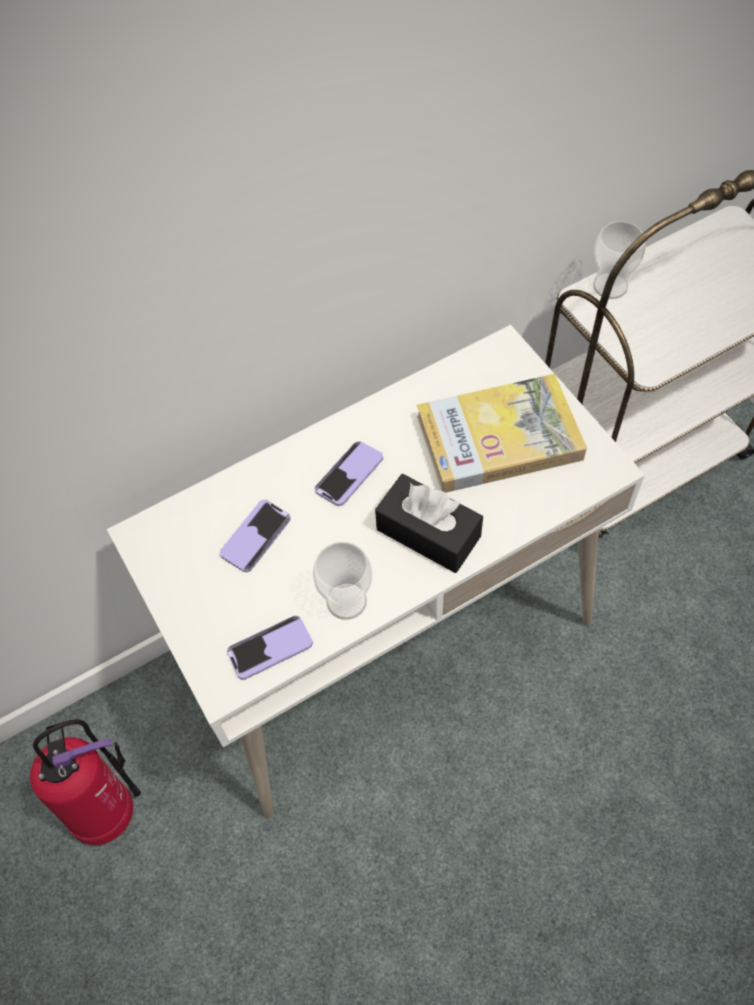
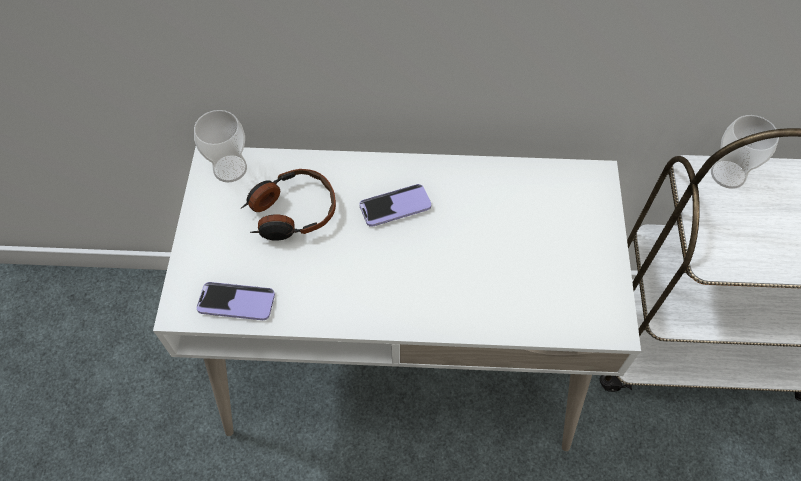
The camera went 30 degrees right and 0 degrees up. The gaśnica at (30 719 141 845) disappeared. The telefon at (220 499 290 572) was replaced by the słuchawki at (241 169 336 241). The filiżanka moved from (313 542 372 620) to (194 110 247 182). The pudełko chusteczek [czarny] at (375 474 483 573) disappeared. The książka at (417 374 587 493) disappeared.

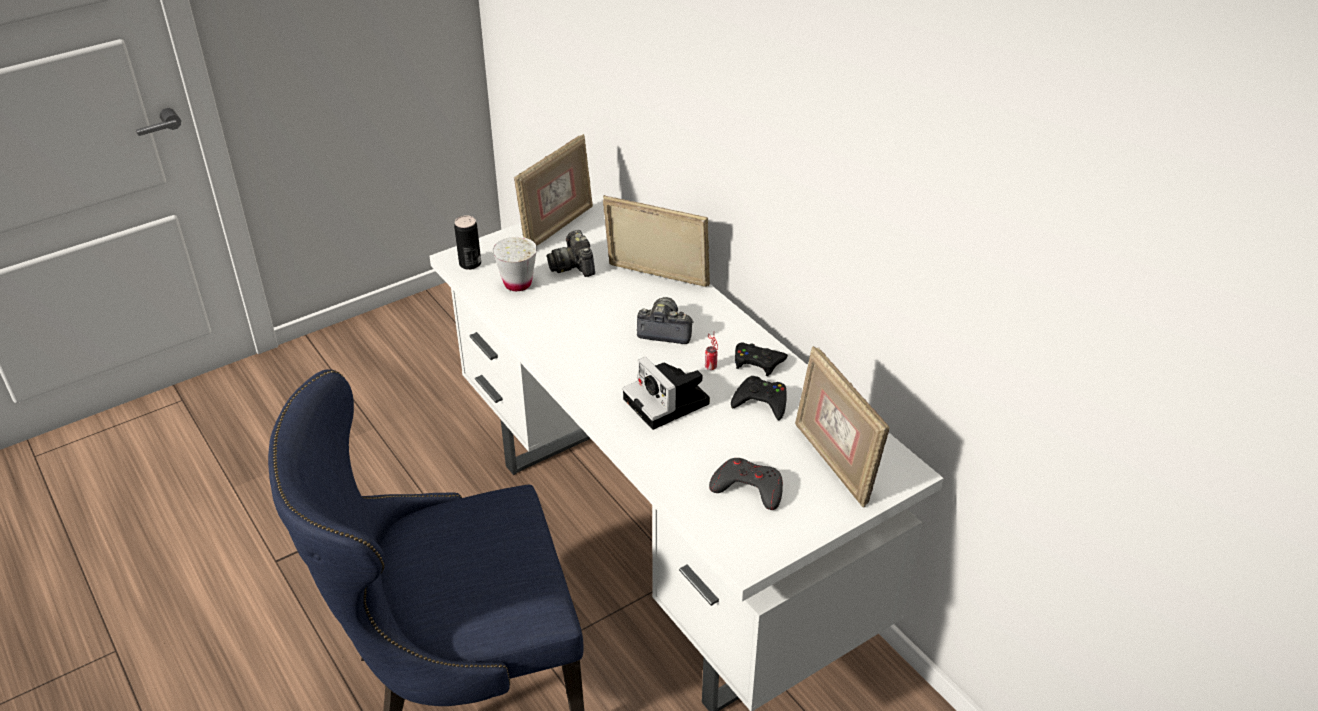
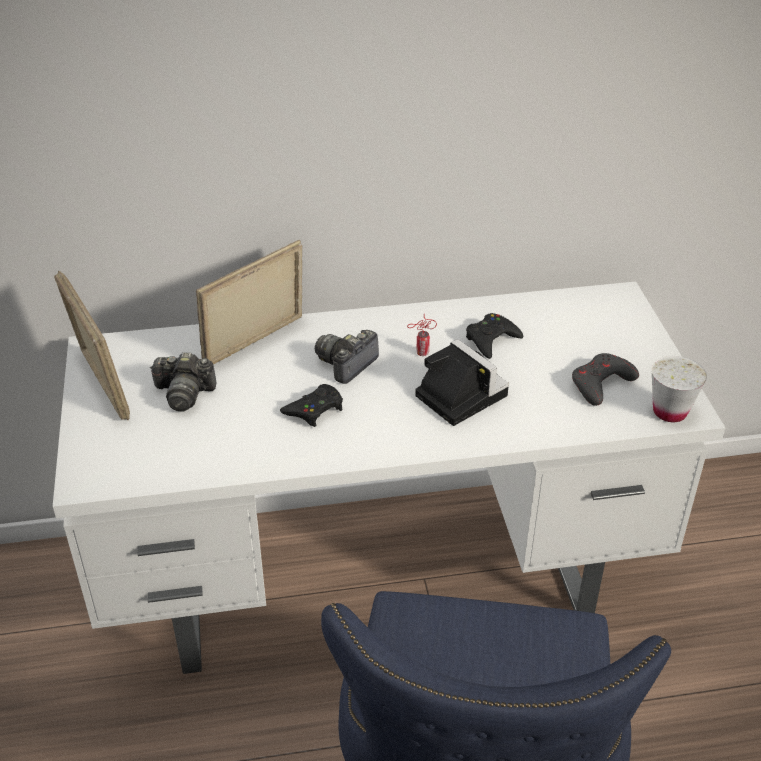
The camera went 65 degrees left and 0 degrees up. The puszka at (454 215 481 270) disappeared. The filiżanka [biały] moved from (493 237 537 291) to (651 356 707 422). The aparat fotograficzny at (623 357 710 430) turned 120 degrees counterclockwise. The pad do gier [czarny] moved from (735 343 788 376) to (280 384 343 427). The ramka na zdjęcie at (795 346 890 507) disappeared.

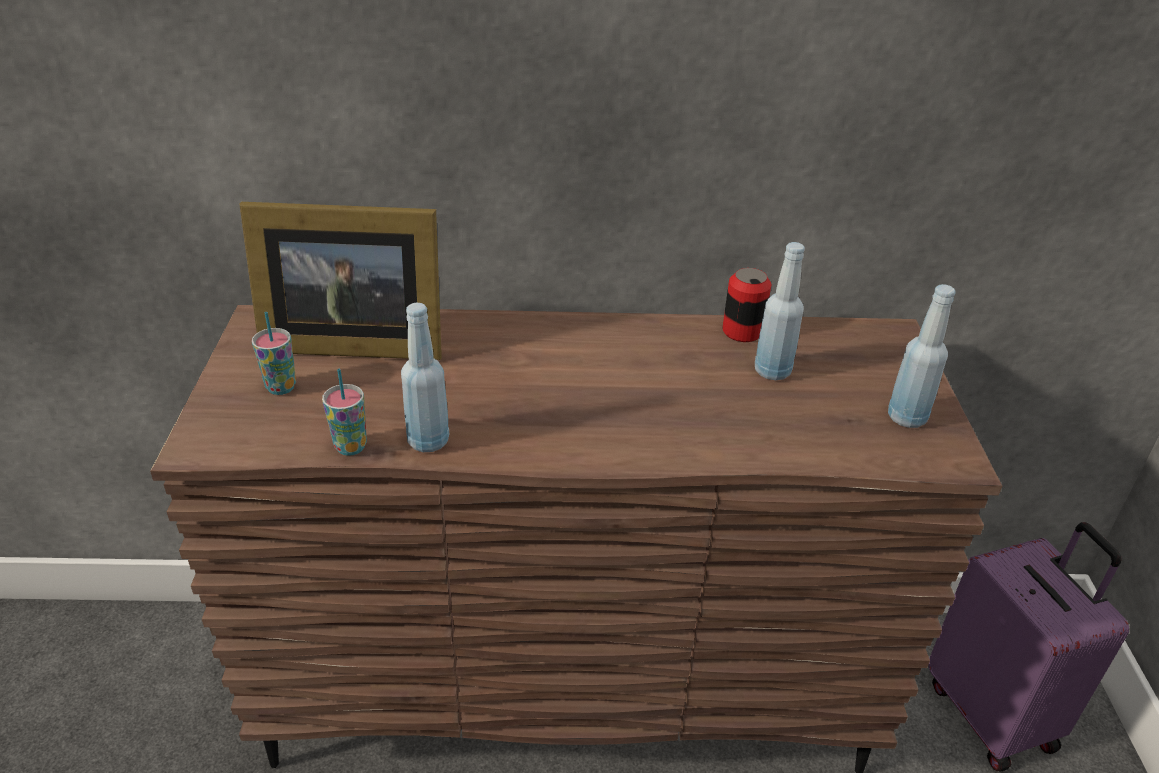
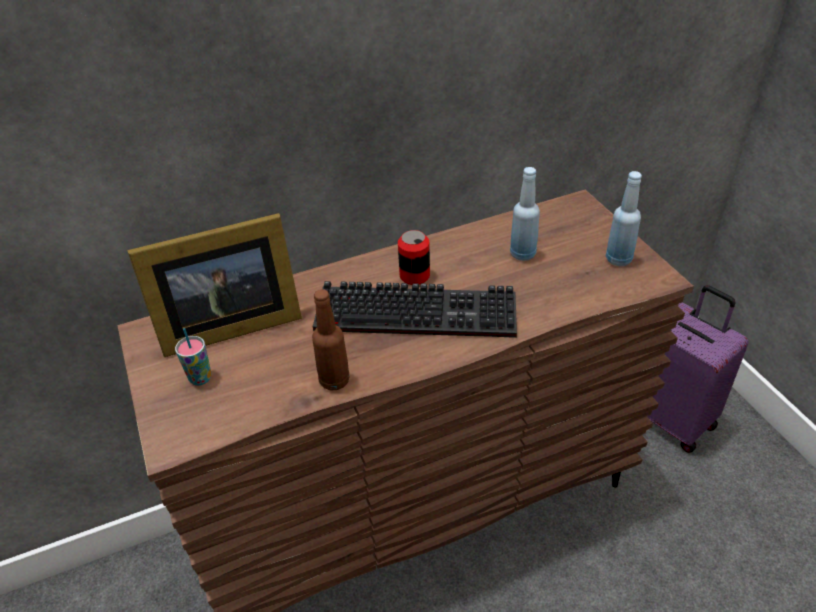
The camera went 20 degrees left and 5 degrees up. The filiżanka at (322 368 367 456) disappeared. The butelka [niebieski] at (401 303 449 452) became the butelka [brązowy] at (312 289 350 390). The puszka moved from (722 268 771 342) to (398 230 430 285). The klawiatura at (313 281 517 338) appeared.

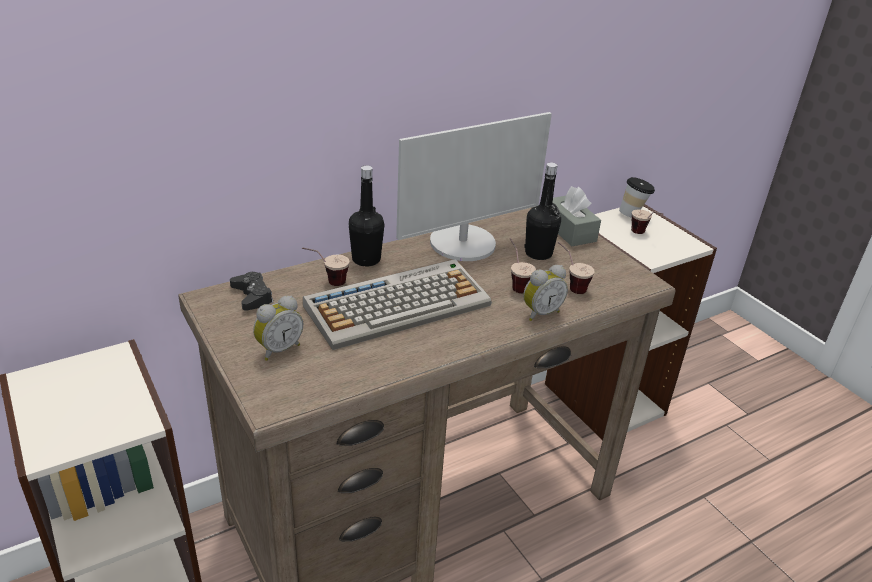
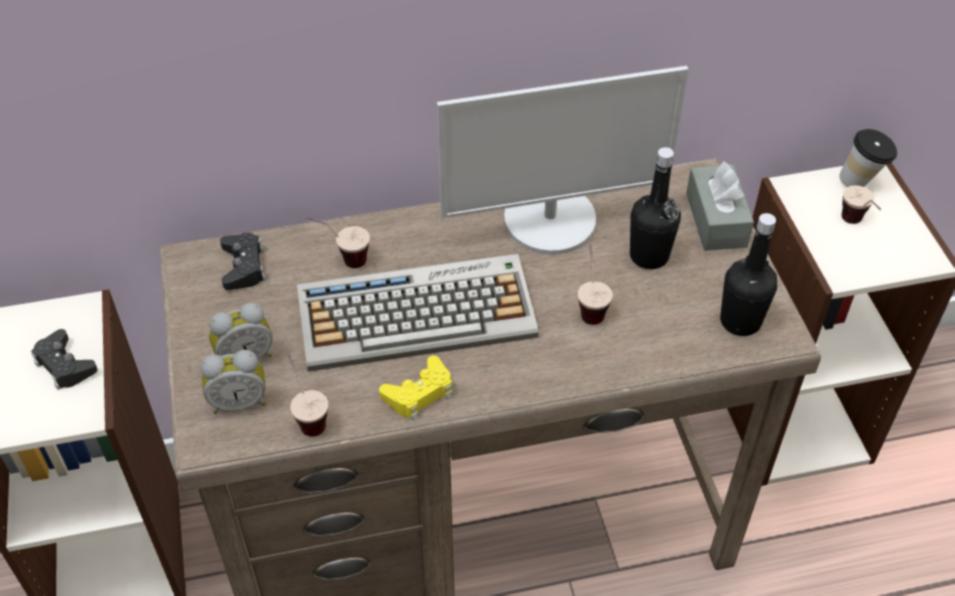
The camera went 20 degrees right and 15 degrees up. The butelka [czarny] moved from (349 165 385 267) to (720 213 777 336). The budzik moved from (523 265 568 321) to (200 350 266 414). The filiżanka moved from (558 242 595 294) to (288 354 328 437). The pad do gier [czarny] at (31 329 98 390) appeared. The pad do gier [żółty] at (379 355 452 420) appeared.

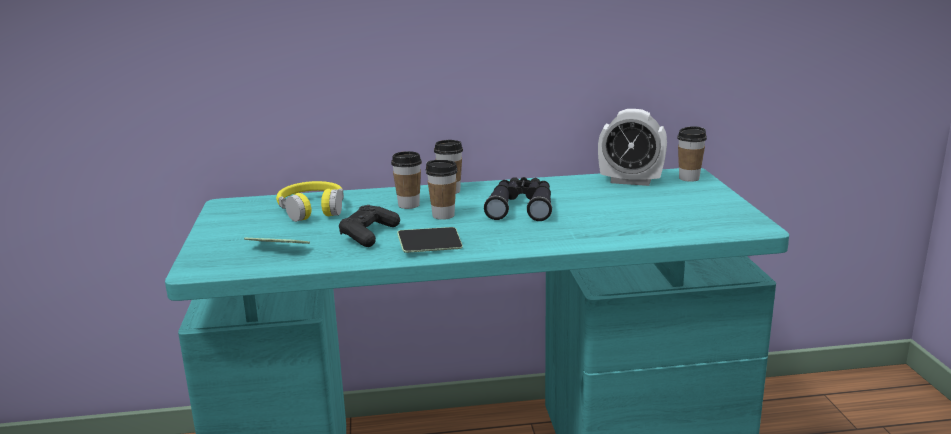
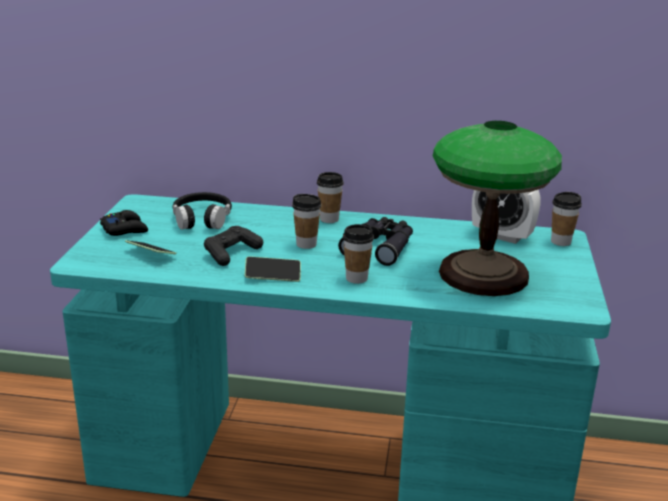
The camera went 15 degrees right and 5 degrees up. The słuchawki [żółty] at (276 181 344 222) became the słuchawki [czarny] at (173 192 232 230). The filiżanka moved from (391 151 422 209) to (343 224 374 284). The pad do gier [czarny] at (100 210 148 236) appeared. The lampa stołowa at (433 121 562 296) appeared.

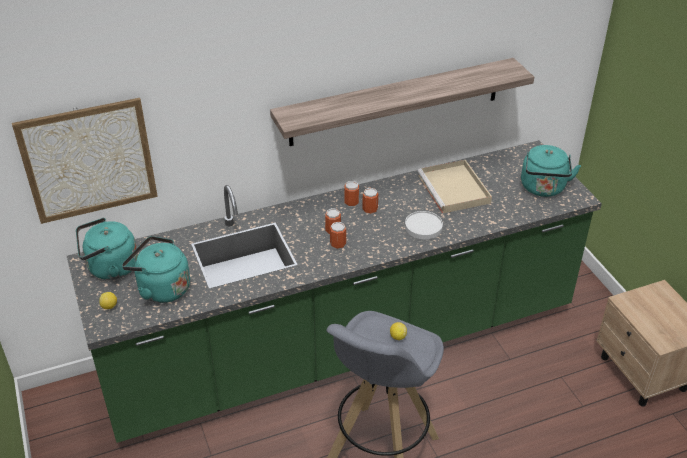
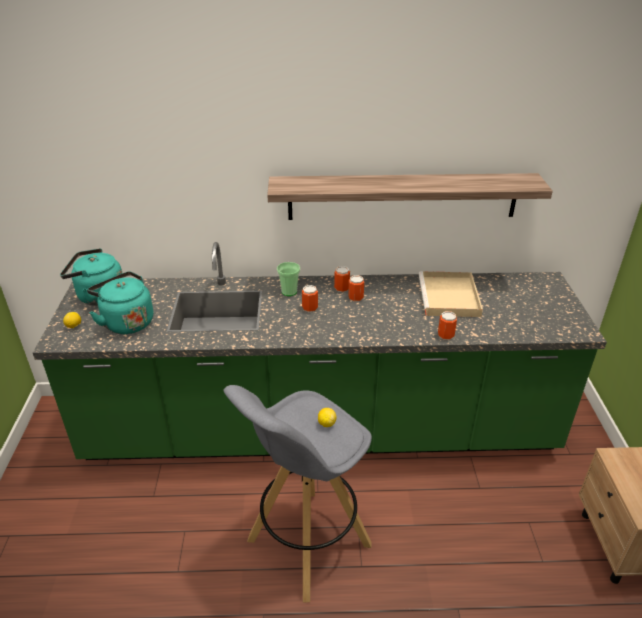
The camera went 20 degrees right and 5 degrees down. The obraz at (12 98 158 224) disappeared. The puszka moved from (330 222 346 249) to (438 311 457 340). The talerz [biały] at (405 211 443 239) disappeared. The czajnik [turkusowy] at (521 145 581 197) disappeared. The filiżanka at (277 262 300 296) appeared.

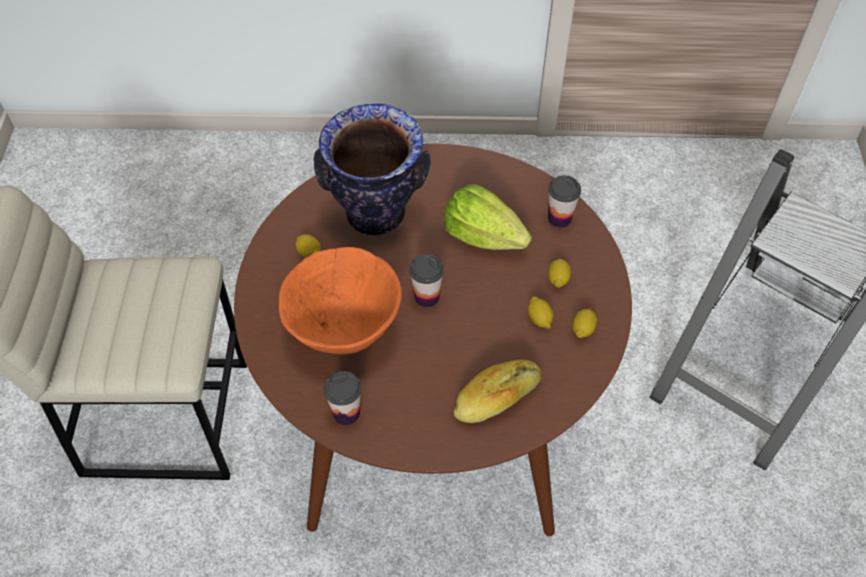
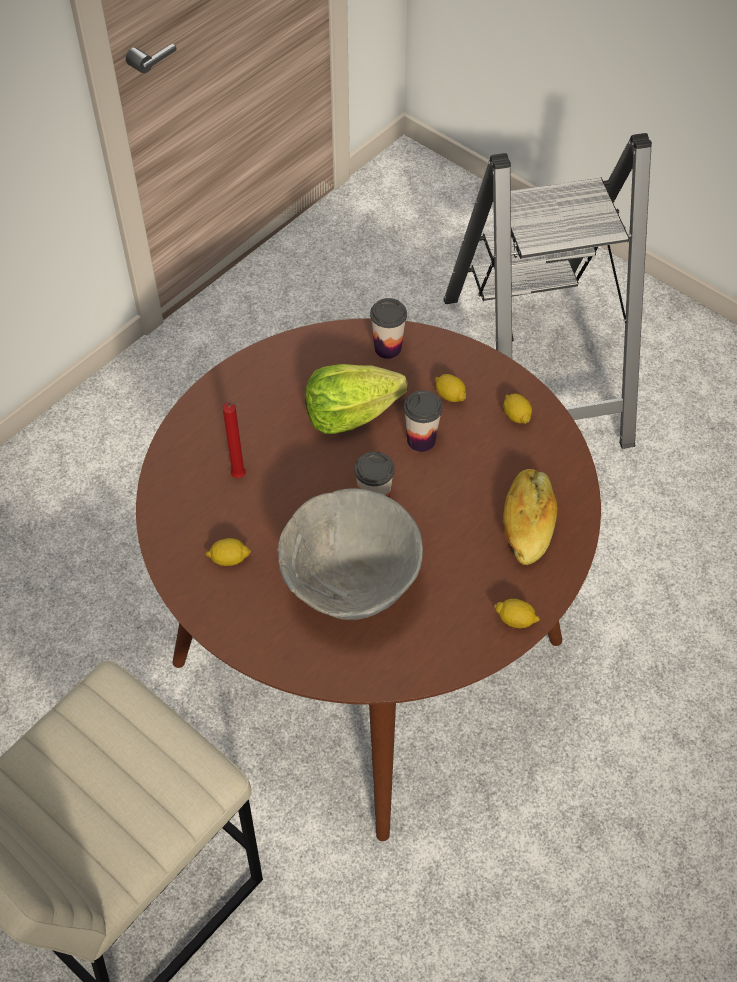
The camera went 50 degrees left and 0 degrees up. The miska [pomarańczowy] at (279 247 402 355) became the miska [szary] at (277 488 423 620). The wazon at (314 104 431 235) was replaced by the świeca [czerwony] at (222 402 246 478). The filiżanka moved from (324 371 362 425) to (404 390 443 452). The cytryna moved from (528 296 553 329) to (494 599 540 628).

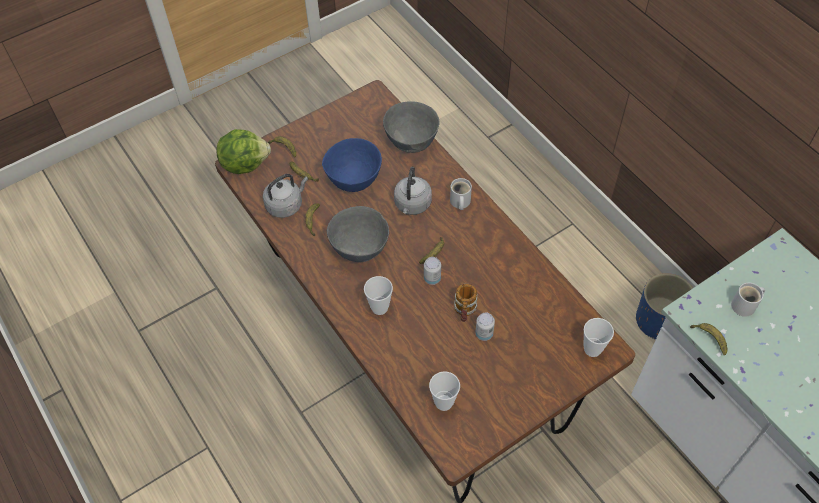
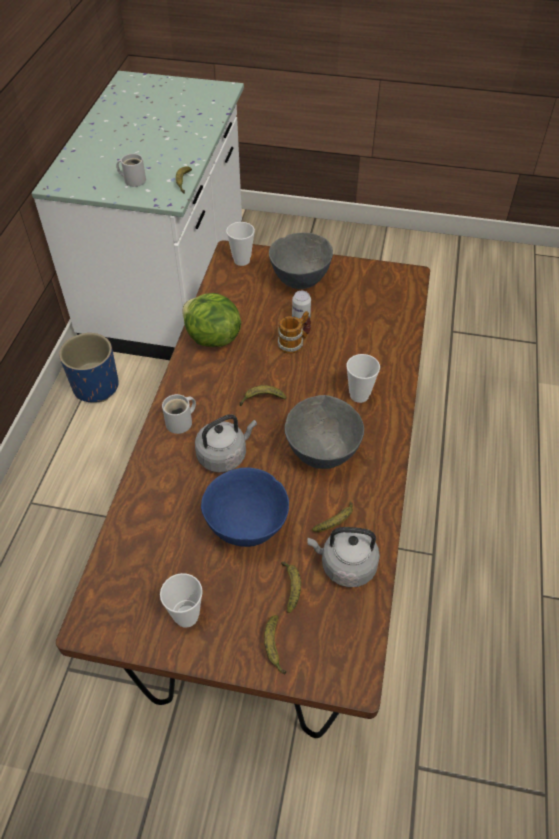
The camera went 135 degrees left and 5 degrees down. The sałata moved from (216 129 271 174) to (182 293 241 347). The miska [szary] moved from (383 101 439 153) to (269 232 333 289). The puszka at (424 257 441 285) disappeared. The filiżanka moved from (429 372 460 411) to (160 573 203 628).

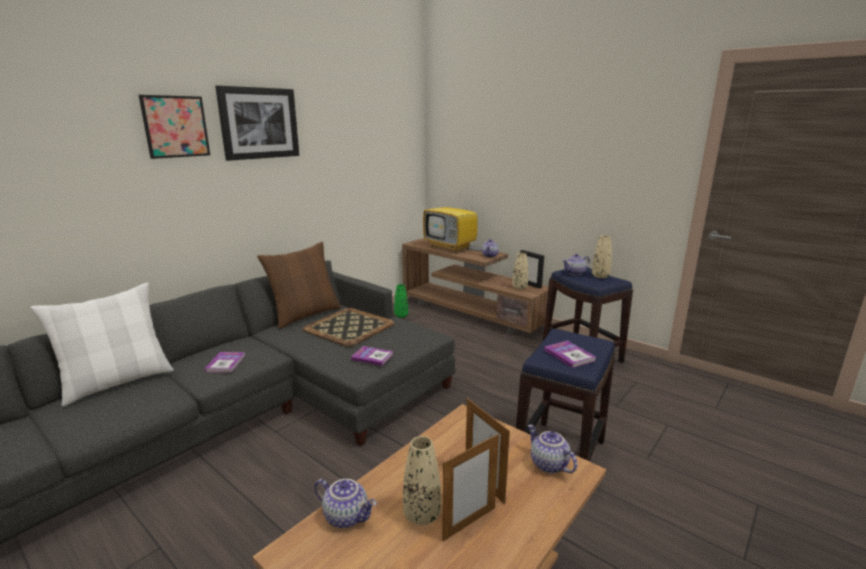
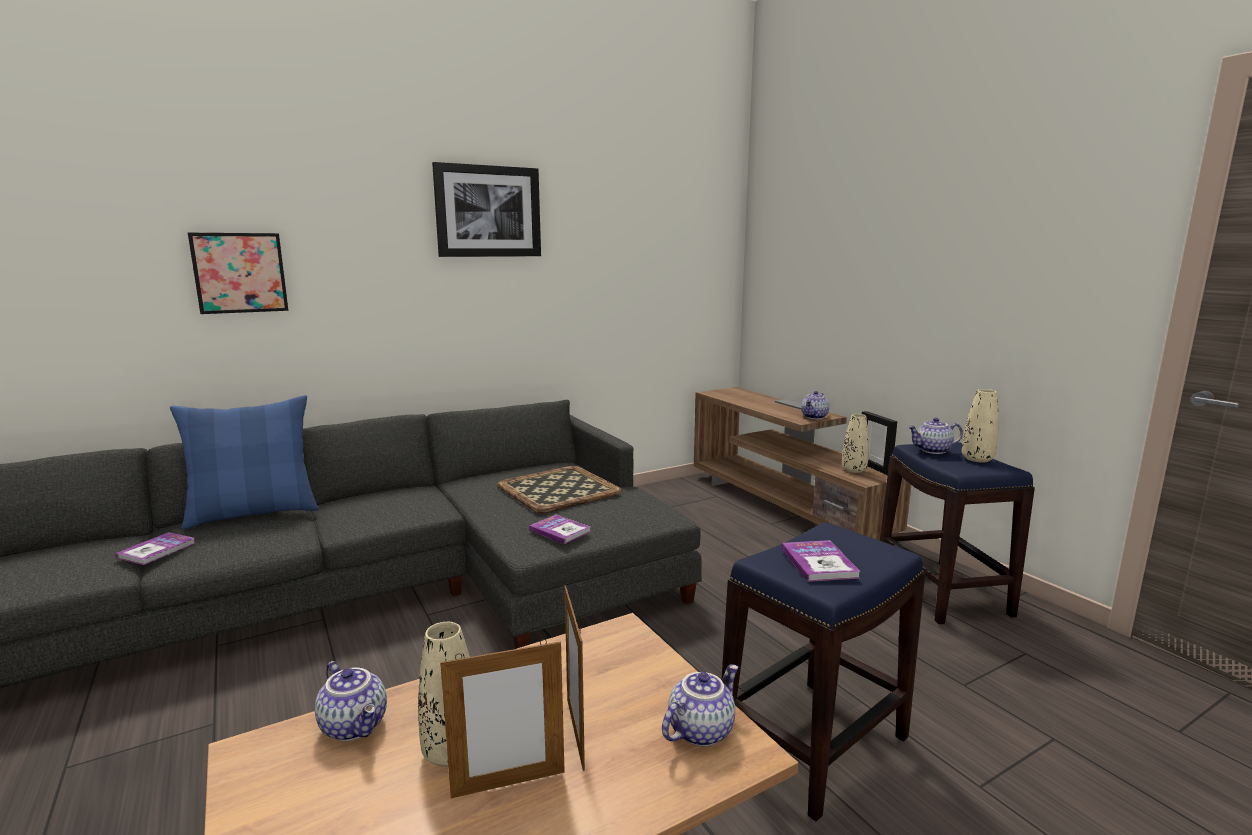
The camera went 20 degrees right and 5 degrees down. The poduszka [biały] at (30 283 174 407) became the poduszka [niebieski] at (170 395 319 529). The obraz moved from (139 95 210 159) to (188 233 288 314). The książka moved from (204 352 245 372) to (115 532 195 565). The poduszka [brązowy] at (257 242 341 329) disappeared. The wazon [zielony] at (394 284 408 318) disappeared. The telewizor at (423 186 478 252) disappeared. The imbryk at (528 425 577 473) turned 60 degrees clockwise.

